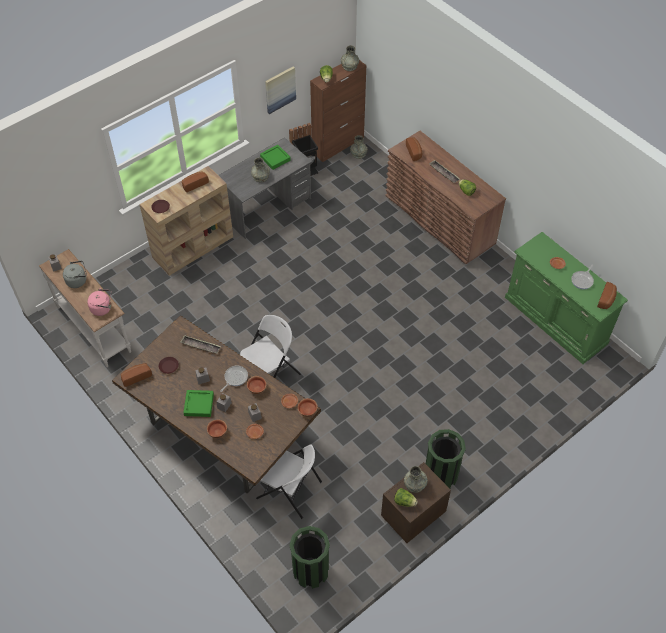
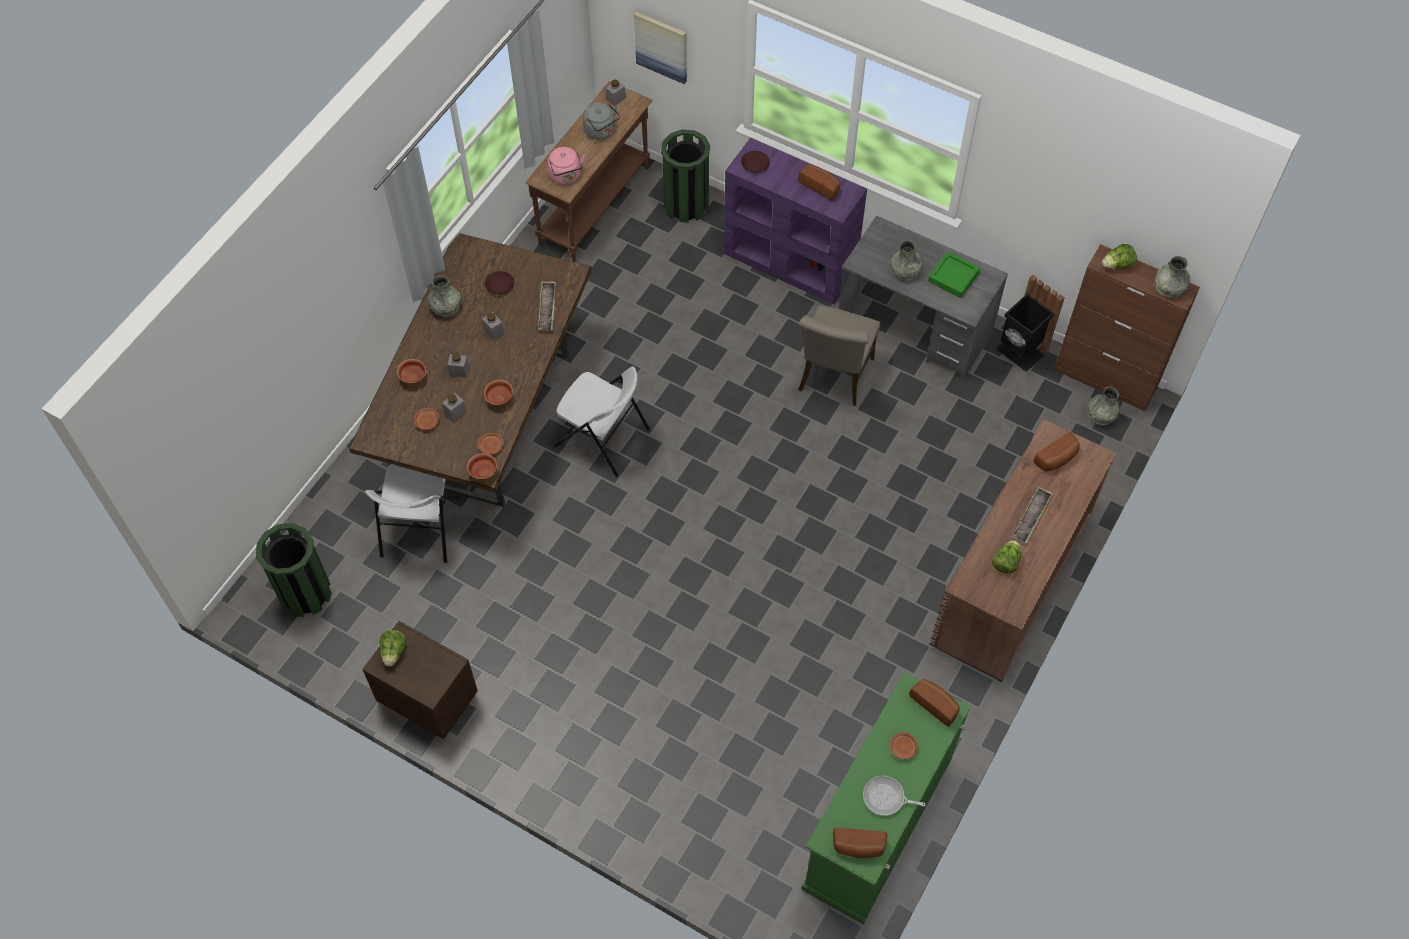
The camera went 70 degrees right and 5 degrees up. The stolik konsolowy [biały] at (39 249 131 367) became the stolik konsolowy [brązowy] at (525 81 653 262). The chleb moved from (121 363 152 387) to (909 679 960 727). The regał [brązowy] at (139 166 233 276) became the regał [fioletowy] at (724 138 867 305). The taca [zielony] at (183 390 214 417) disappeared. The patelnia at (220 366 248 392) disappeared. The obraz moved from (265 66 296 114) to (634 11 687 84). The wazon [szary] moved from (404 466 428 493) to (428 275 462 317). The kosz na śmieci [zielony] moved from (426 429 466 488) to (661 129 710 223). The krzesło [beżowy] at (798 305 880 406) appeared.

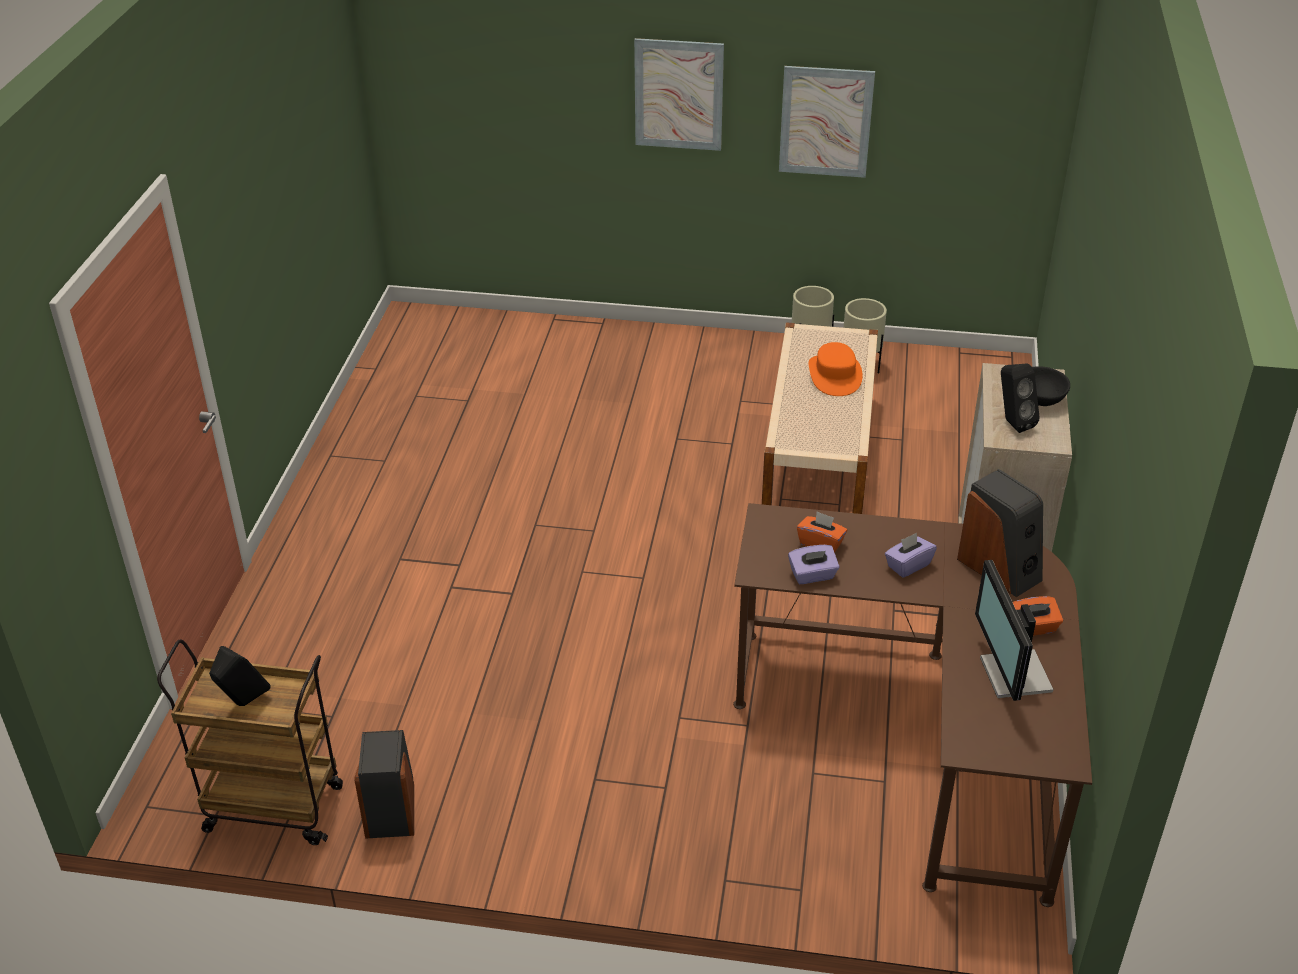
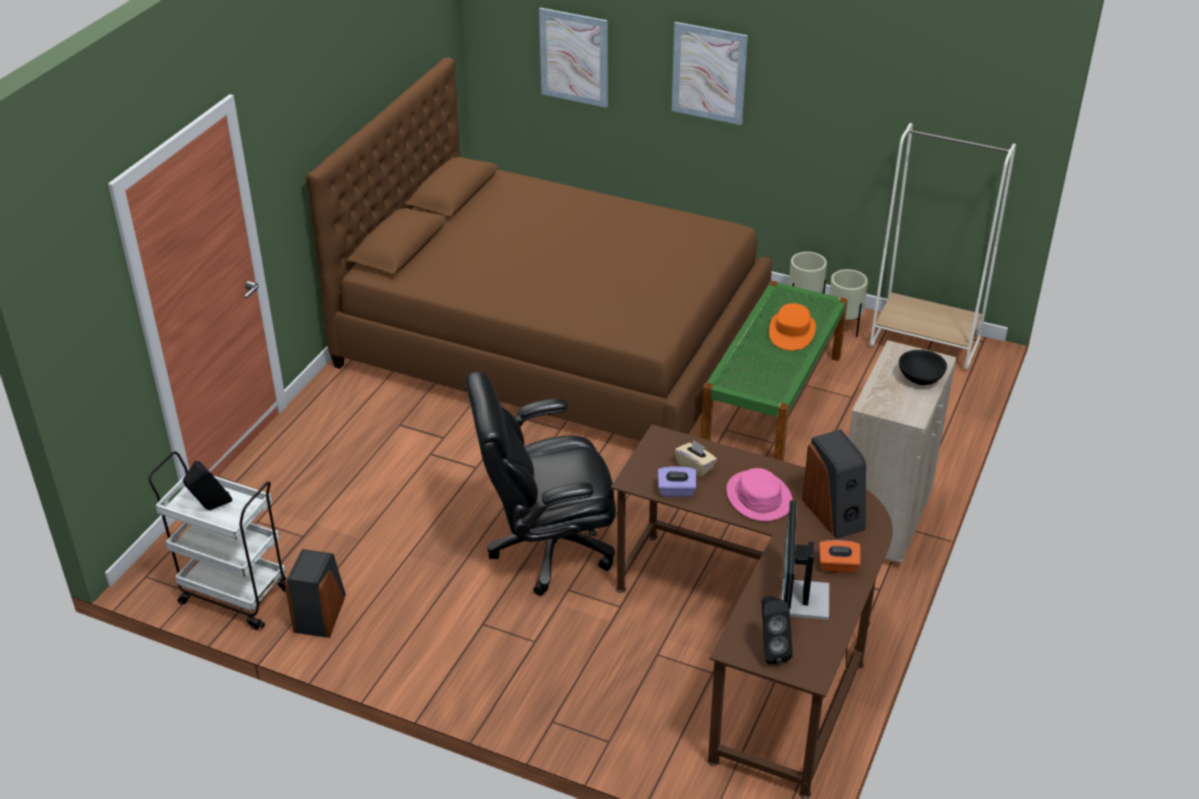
The camera went 15 degrees right and 0 degrees up. The wózek [brązowy] at (157 640 343 845) became the wózek [biały] at (149 451 286 630). The ławka [beżowy] at (762 322 878 514) became the ławka [zielony] at (701 281 848 461). The obraz moved from (779 66 875 178) to (539 8 608 108). The pudełko chusteczek [pomarańczowy] at (797 511 847 553) became the pudełko chusteczek [beżowy] at (675 439 717 477). The pudełko chusteczek [fioletowy] at (885 533 937 578) was replaced by the kapelusz [różowy] at (726 468 793 521). The głośnik [czarny] moved from (1001 363 1040 433) to (762 596 793 665). The łóżko [brązowy] at (306 57 772 441) appeared. The krzesło biurowe [czarny] at (466 372 616 596) appeared. The wieszak at (870 123 1016 370) appeared.

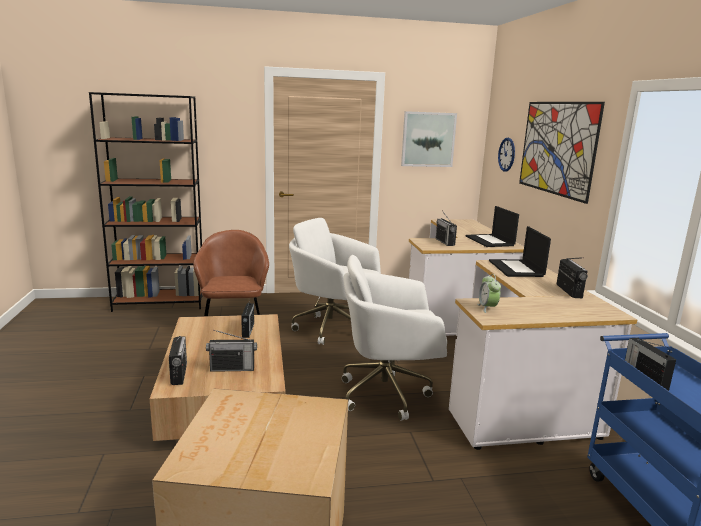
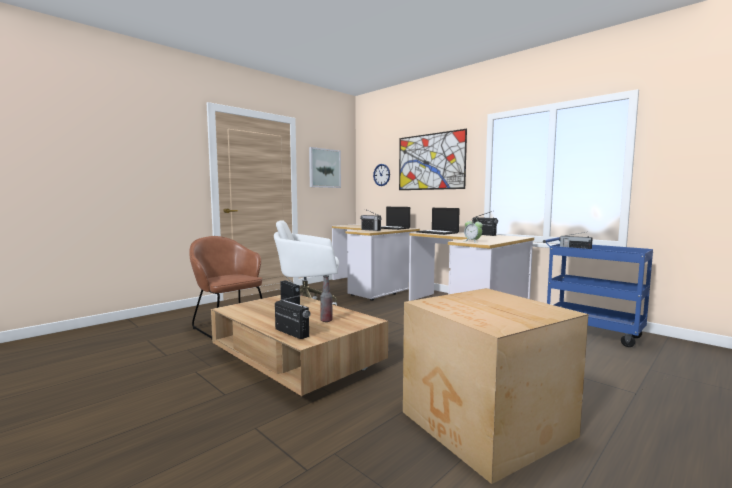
The camera went 35 degrees left and 10 degrees down. The regał [brązowy] at (89 92 204 312) disappeared. The radio at (206 330 257 372) was replaced by the butelka at (320 275 333 322). The krzesło biurowe [biały] at (342 255 447 421) disappeared.

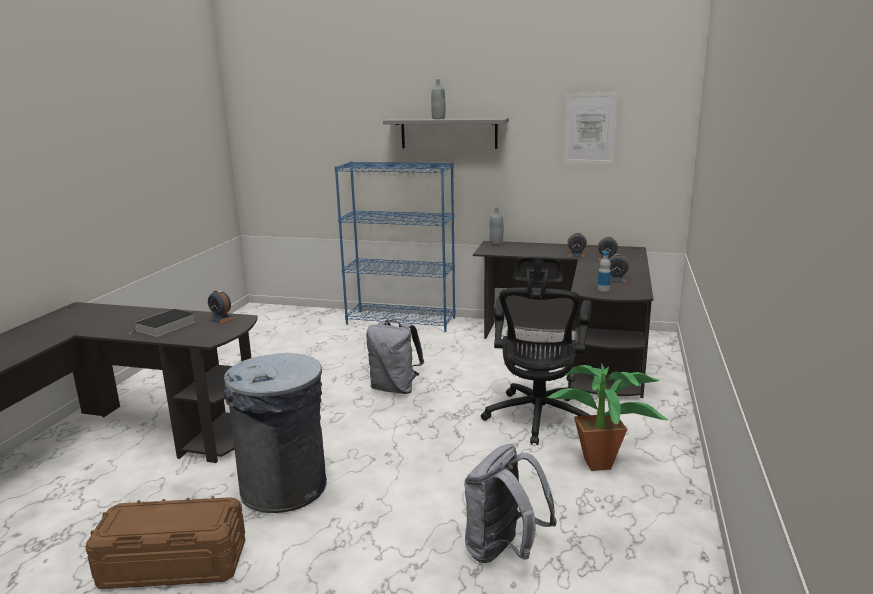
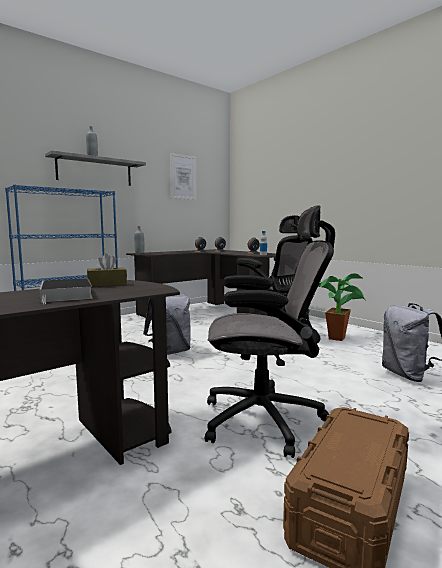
The camera went 55 degrees left and 10 degrees down. The budzik at (208 290 235 324) was replaced by the pudełko chusteczek [brązowy] at (87 253 127 287). The kosz na śmieci [szary] at (223 353 327 513) was replaced by the krzesło biurowe at (205 205 335 458).

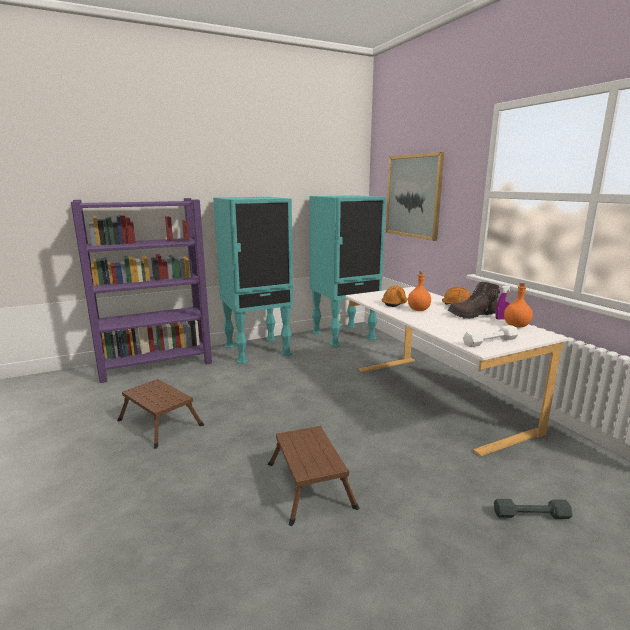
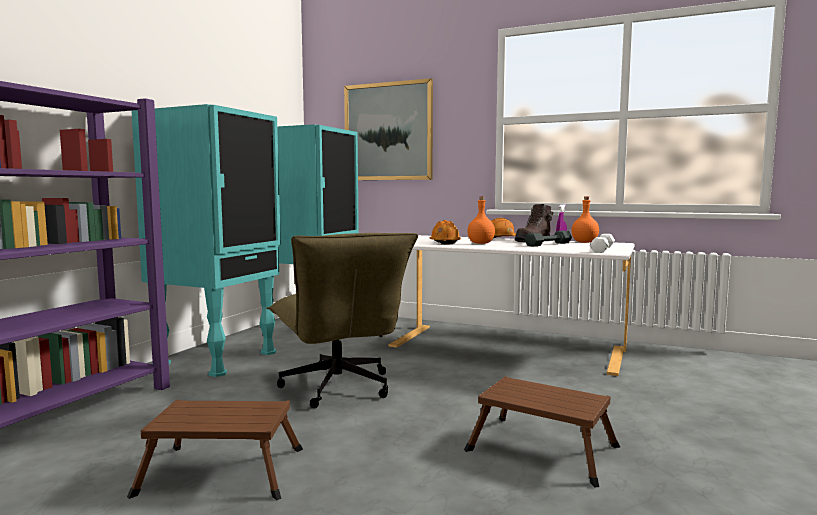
The camera went 40 degrees left and 10 degrees down. The hantel [szary] moved from (494 499 573 519) to (525 231 572 246). The krzesło biurowe [beżowy] at (266 233 418 408) appeared.

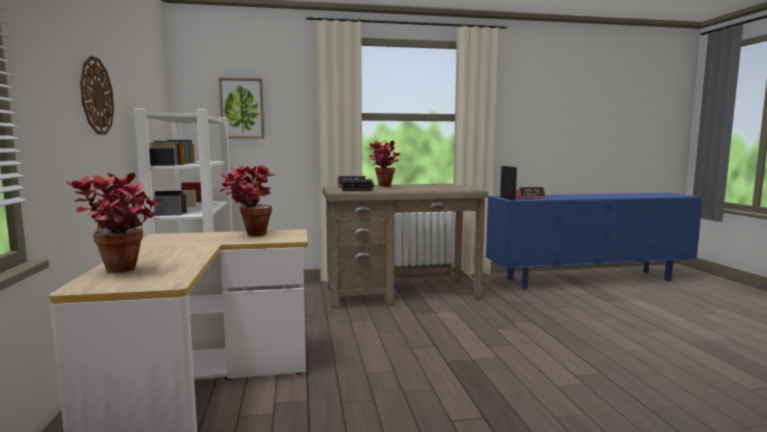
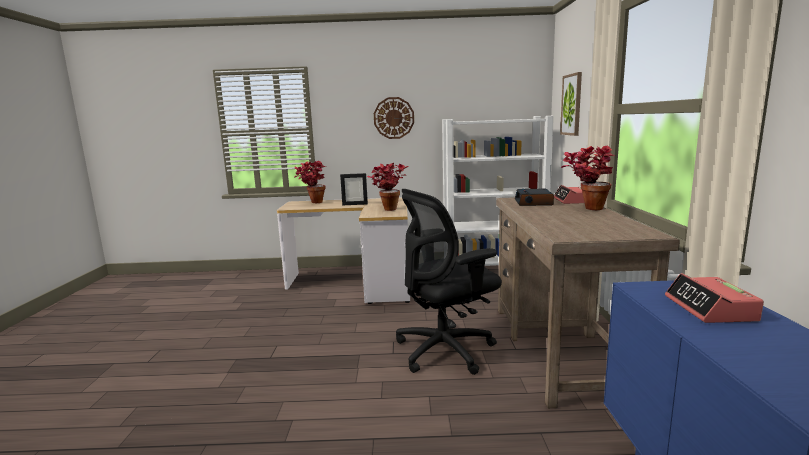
The camera went 100 degrees right and 5 degrees up. The ramka na zdjęcie moved from (500 166 517 200) to (340 173 368 205). The krzesło biurowe [czarny] at (396 189 502 375) appeared.

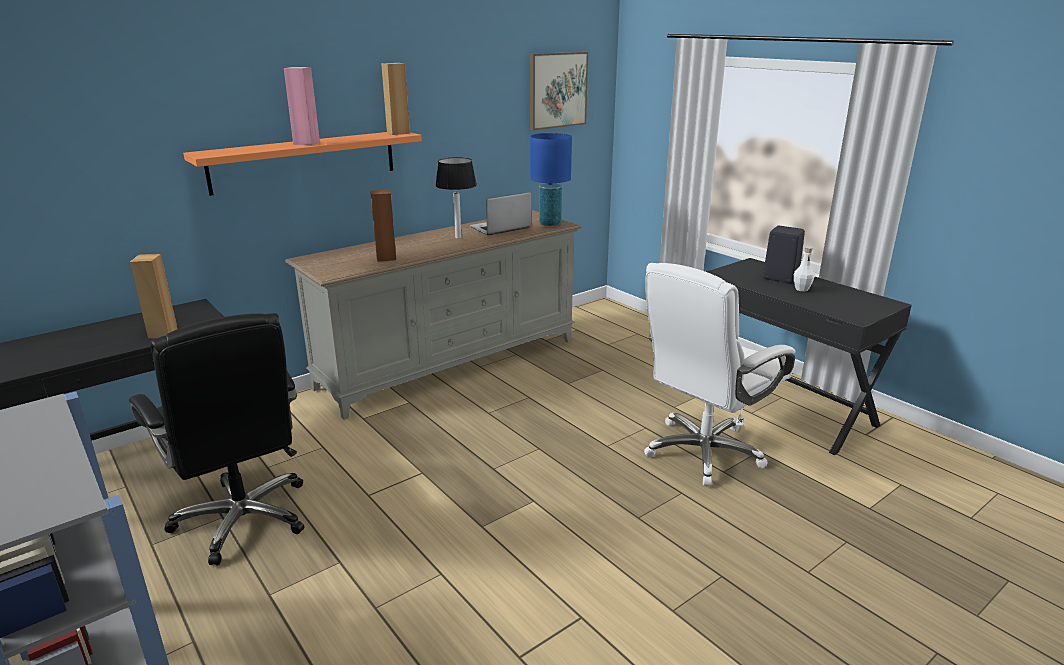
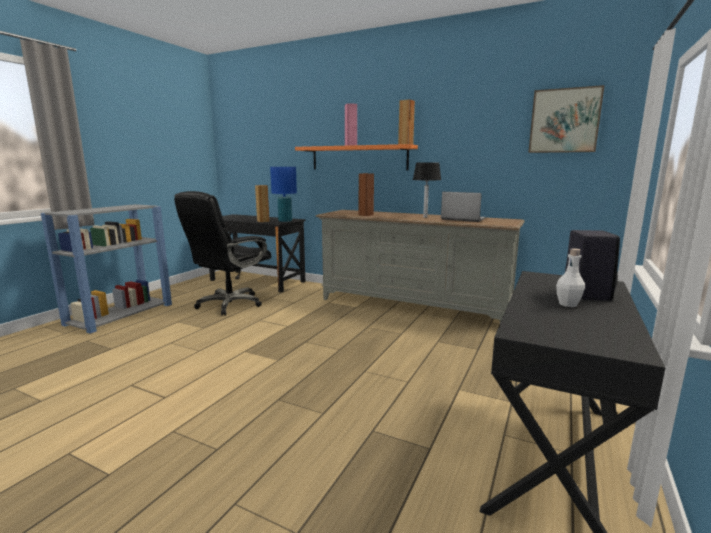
The camera went 65 degrees right and 10 degrees down. The lampa stołowa [niebieski] moved from (530 133 572 226) to (270 167 297 222). The krzesło biurowe [biały] at (644 263 795 486) disappeared.

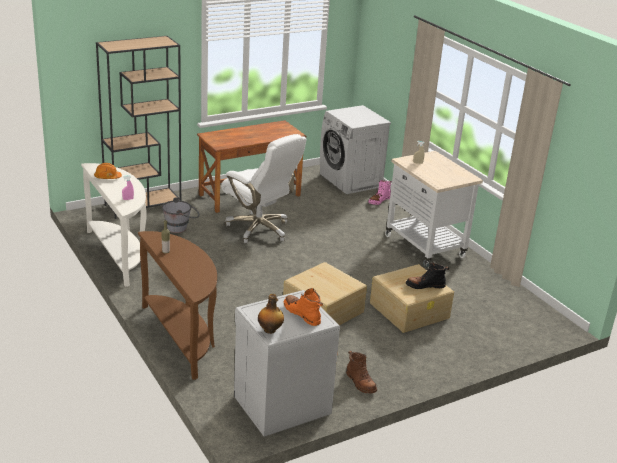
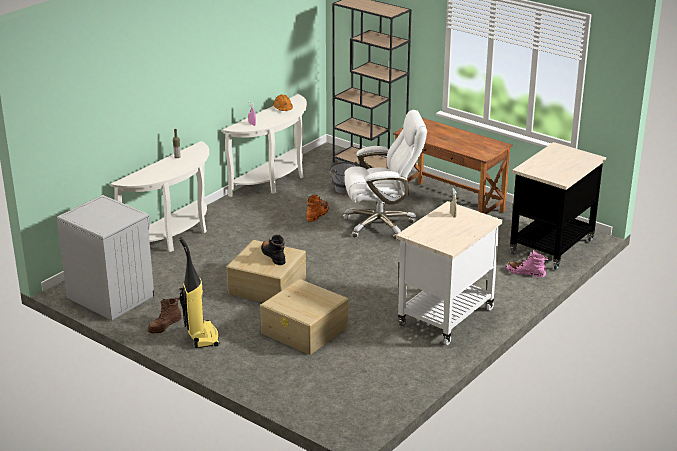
The camera went 70 degrees right and 0 degrees up. The stolik konsolowy [brązowy] at (138 231 217 380) became the stolik konsolowy [biały] at (111 141 209 252). The krzesło biurowe [biały] at (221 134 307 243) turned 120 degrees counterclockwise. The butelka at (258 294 284 334) disappeared. The but z cholewką [pomarańczowy] moved from (284 288 323 326) to (306 195 329 222). The pralka [biały] at (320 105 391 194) was replaced by the wózek [czarny] at (510 142 606 270). The but z cholewką [czarny] moved from (406 262 449 289) to (261 235 286 265). The odkurzacz at (179 237 219 348) appeared.

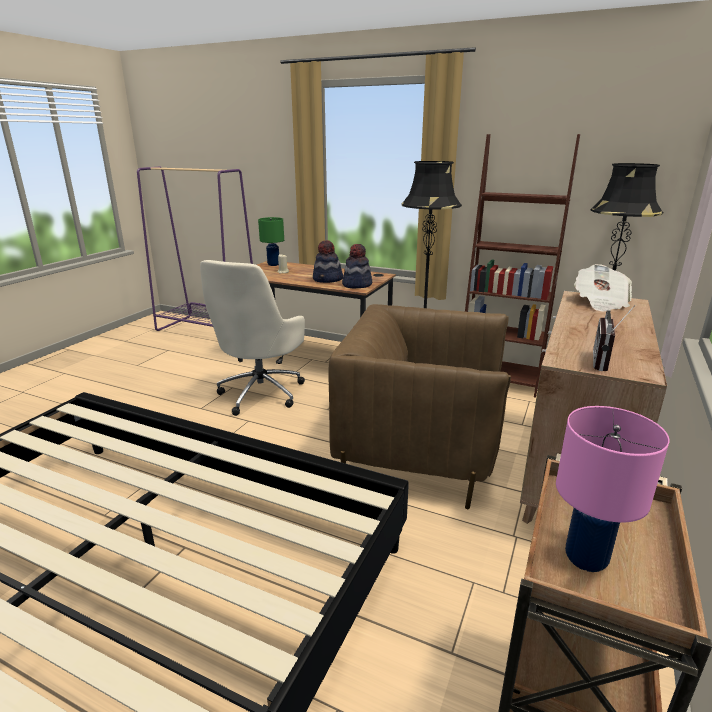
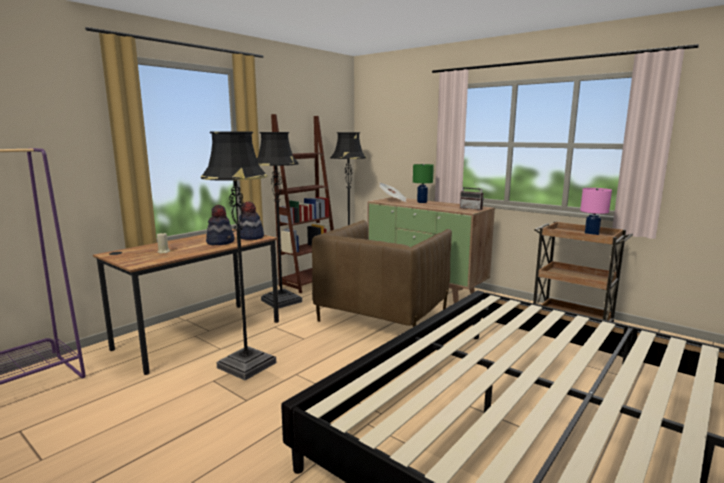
The camera went 75 degrees left and 10 degrees down. The krzesło biurowe [beżowy] at (200 260 305 416) was replaced by the lampa stojąca [czarny] at (201 132 276 380). The lampa stołowa [zielony] moved from (258 217 284 266) to (413 164 434 203).

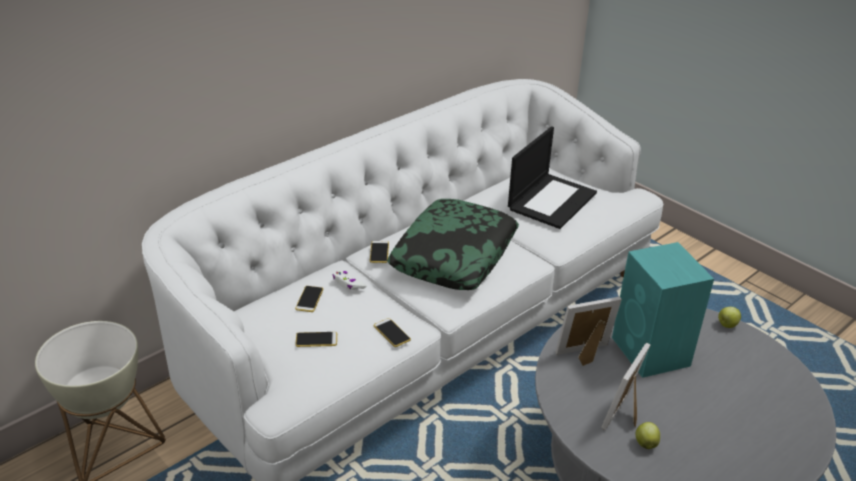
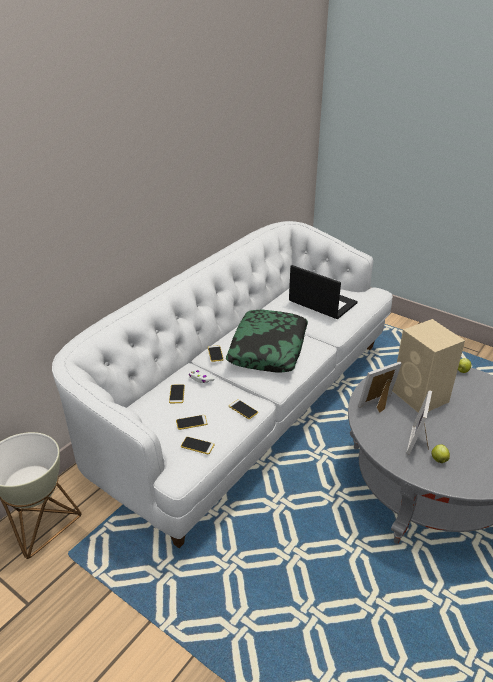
The camera went 10 degrees left and 0 degrees up. The laptop at (508 126 597 229) turned 75 degrees counterclockwise. The głośnik [turkusowy] at (612 242 714 378) became the głośnik [beżowy] at (392 319 465 413). The telefon at (181 437 215 454) appeared.

